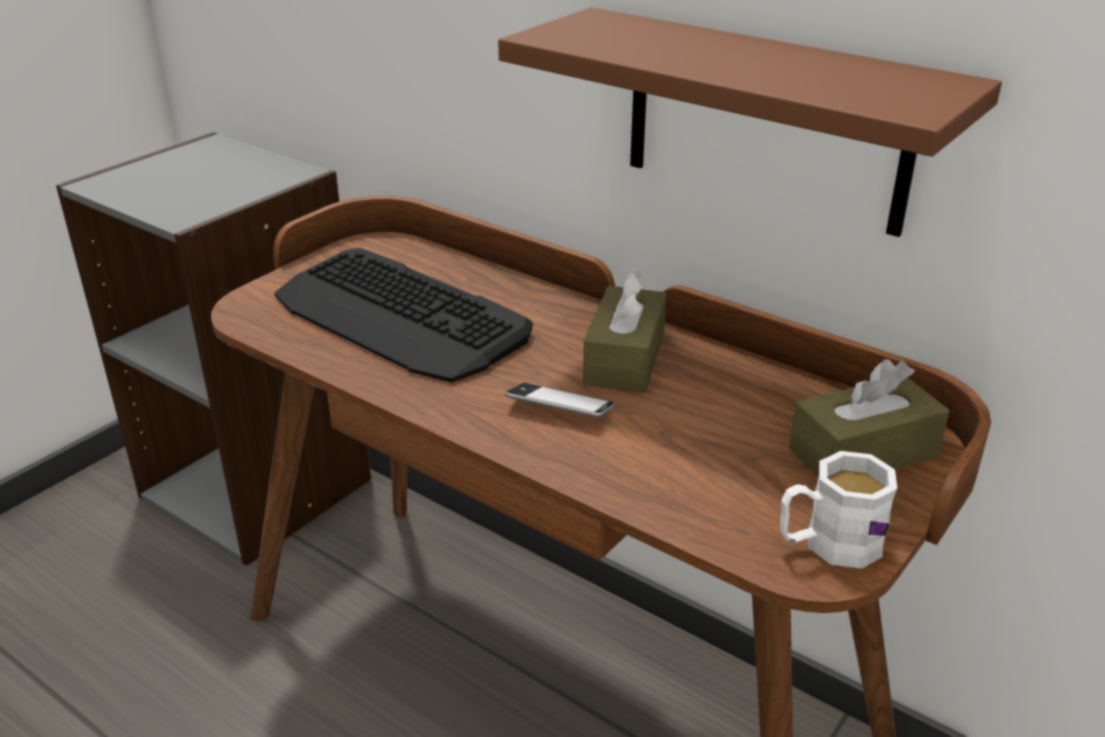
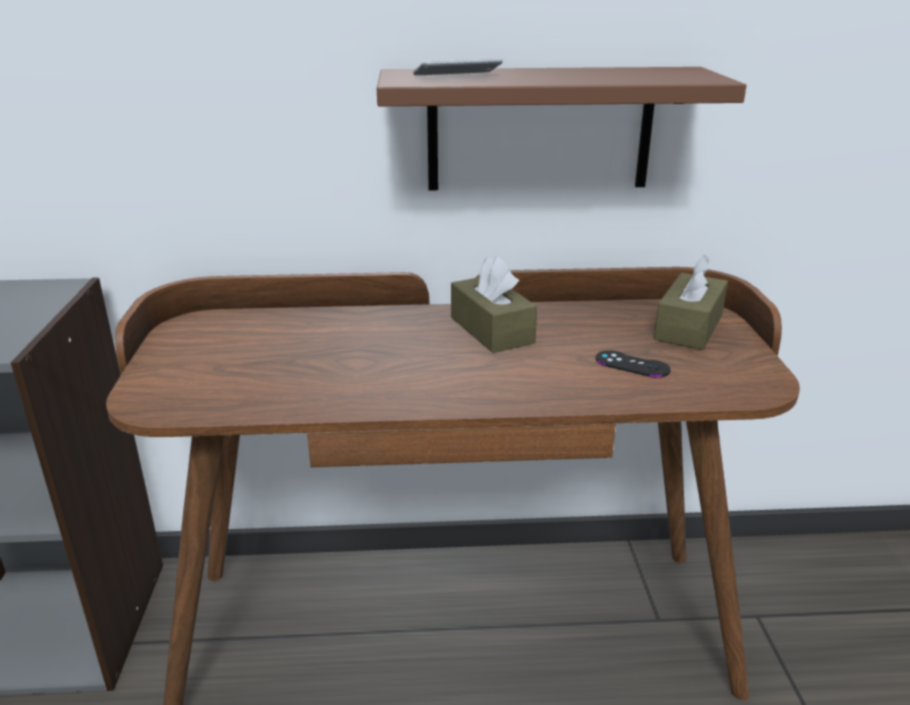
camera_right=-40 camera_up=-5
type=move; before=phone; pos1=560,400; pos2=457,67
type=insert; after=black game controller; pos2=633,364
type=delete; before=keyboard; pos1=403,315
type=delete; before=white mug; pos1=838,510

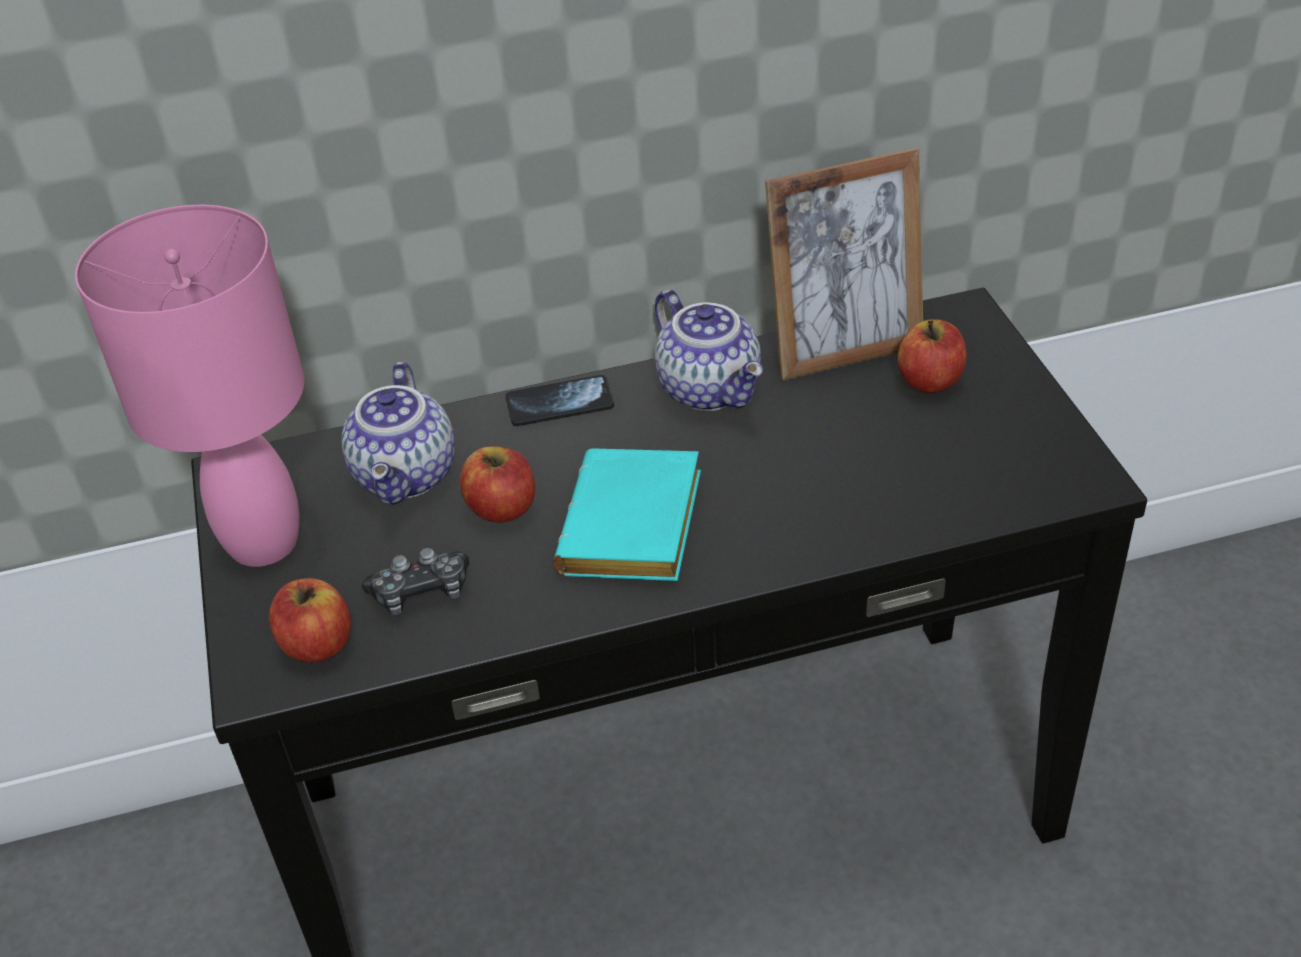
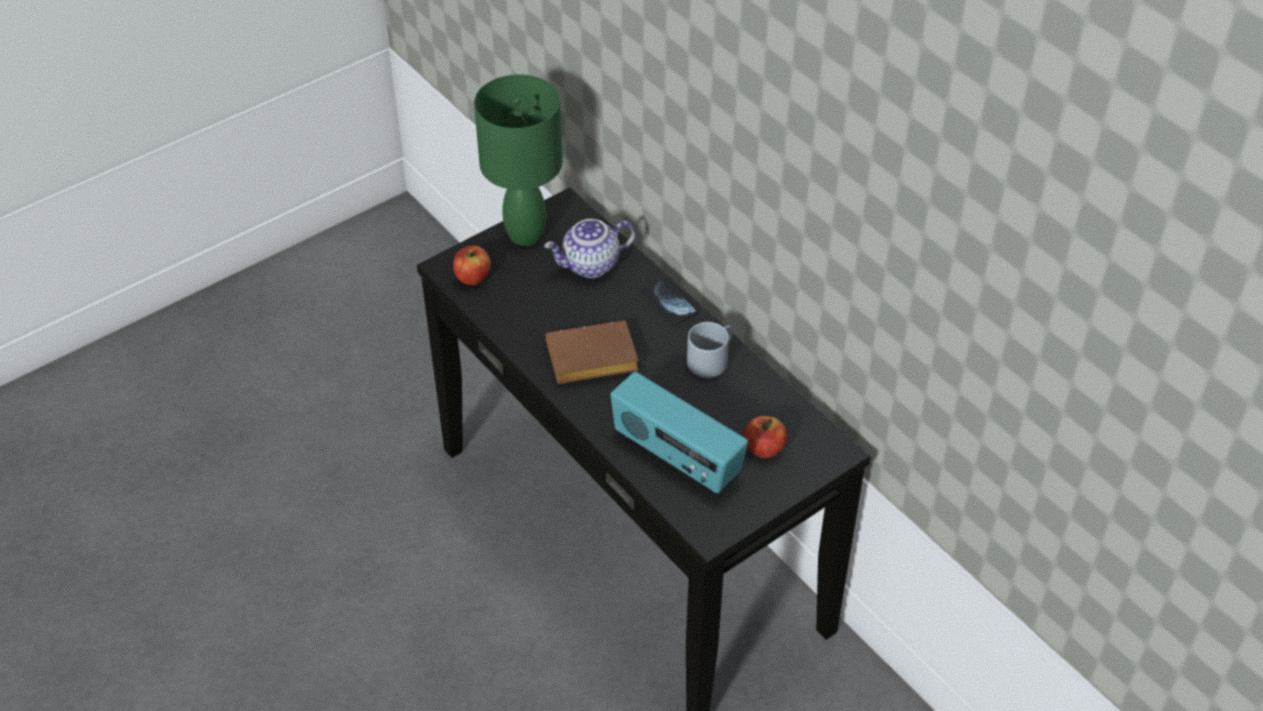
camera_right=65 camera_up=5
type=recolor; before=pink table lamp; after=green table lamp; pos1=189,386; pos2=518,160
type=recolor; before=turquoise book; after=brown book; pos1=627,514; pos2=592,352
type=insert; after=radio; pos2=679,432
type=replace; before=teapot; after=grey mug; pos1=709,350; pos2=710,350
type=delete; before=game controller; pos1=415,581
type=delete; before=apple; pos1=497,484
type=delete; before=picture frame; pos1=844,264

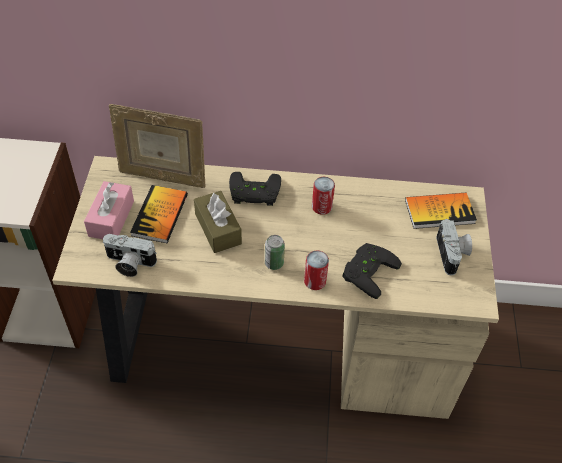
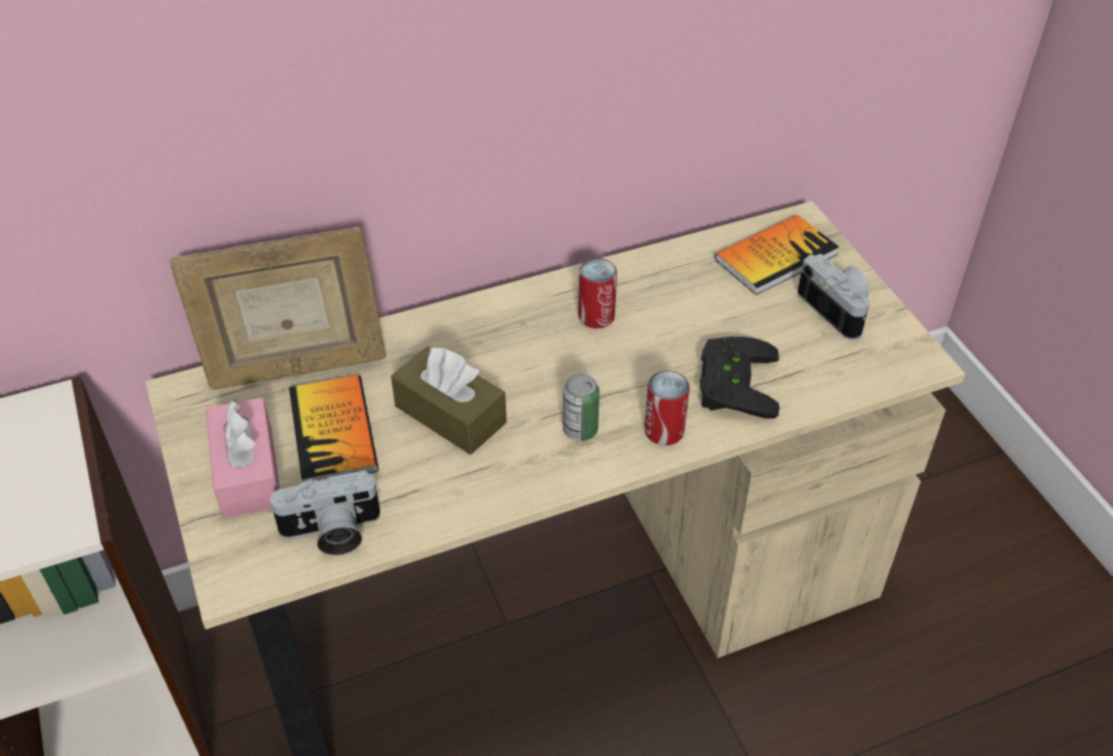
camera_right=-25 camera_up=-5
type=delete; before=black game controller; pos1=255,189

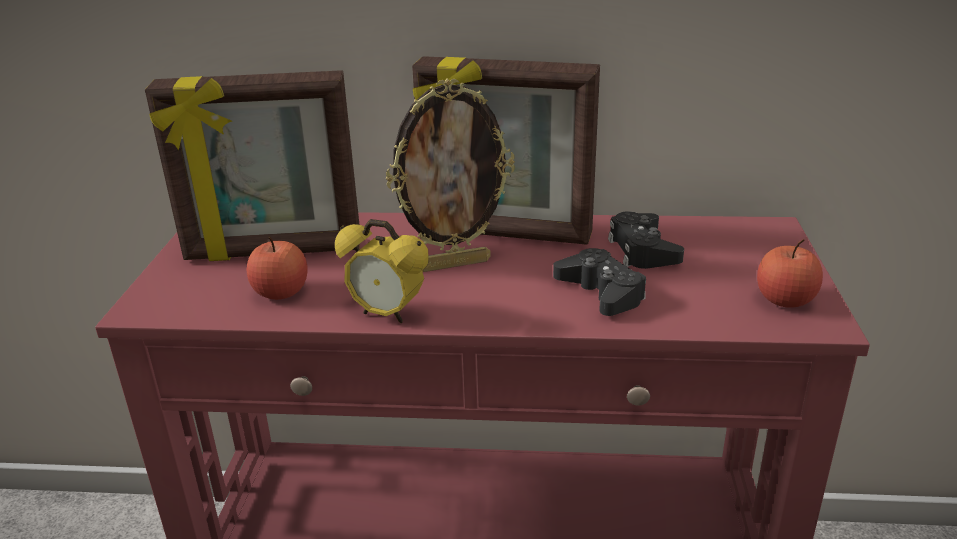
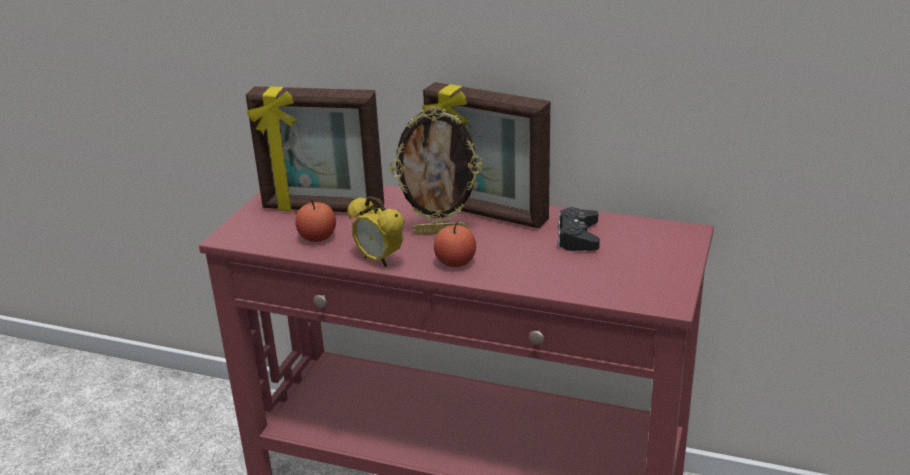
camera_right=15 camera_up=0
type=move; before=apple; pos1=790,273; pos2=455,244
type=delete; before=black game controller; pos1=599,282

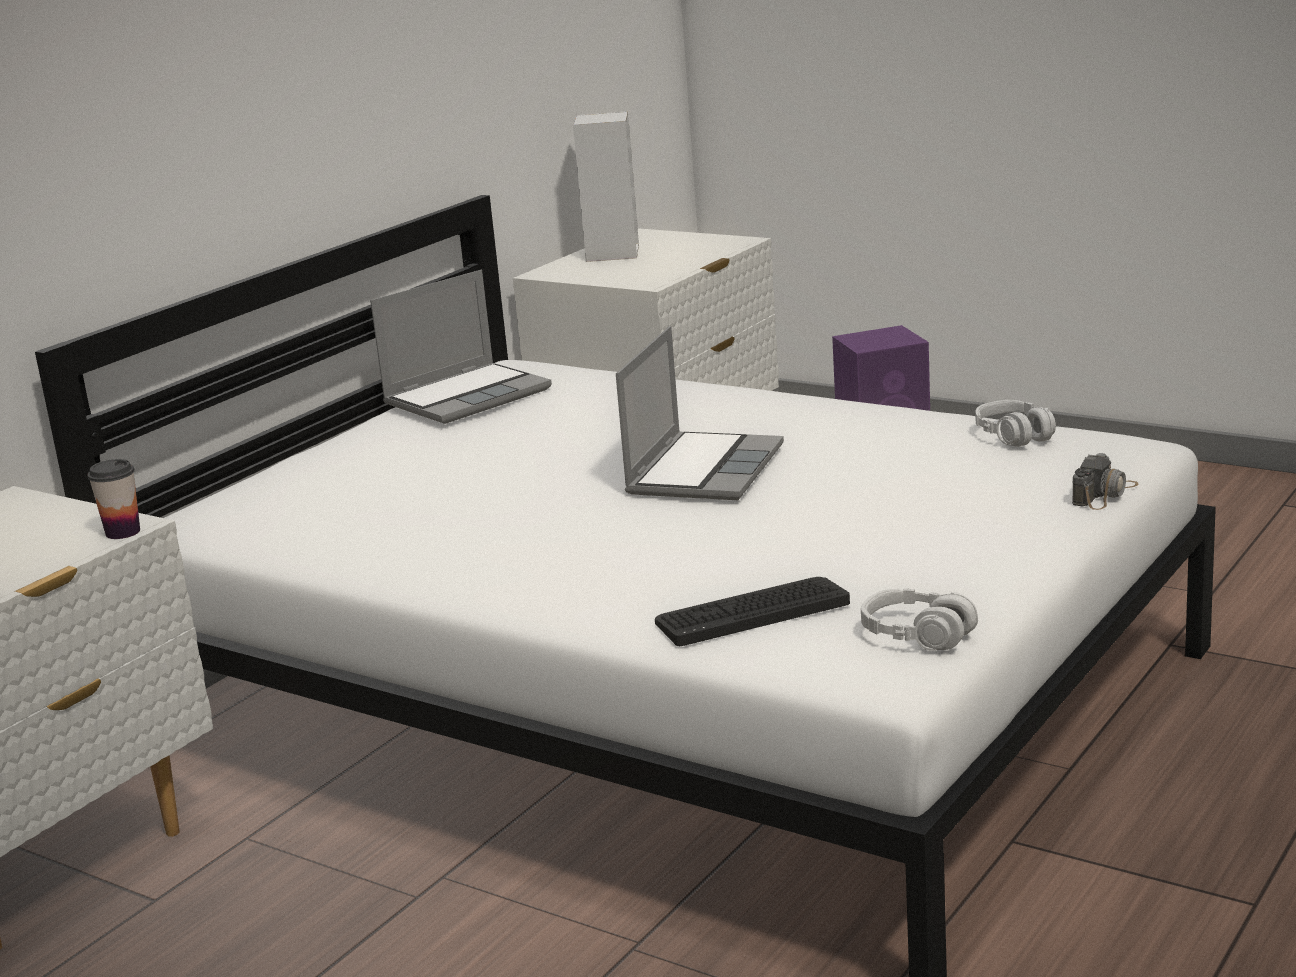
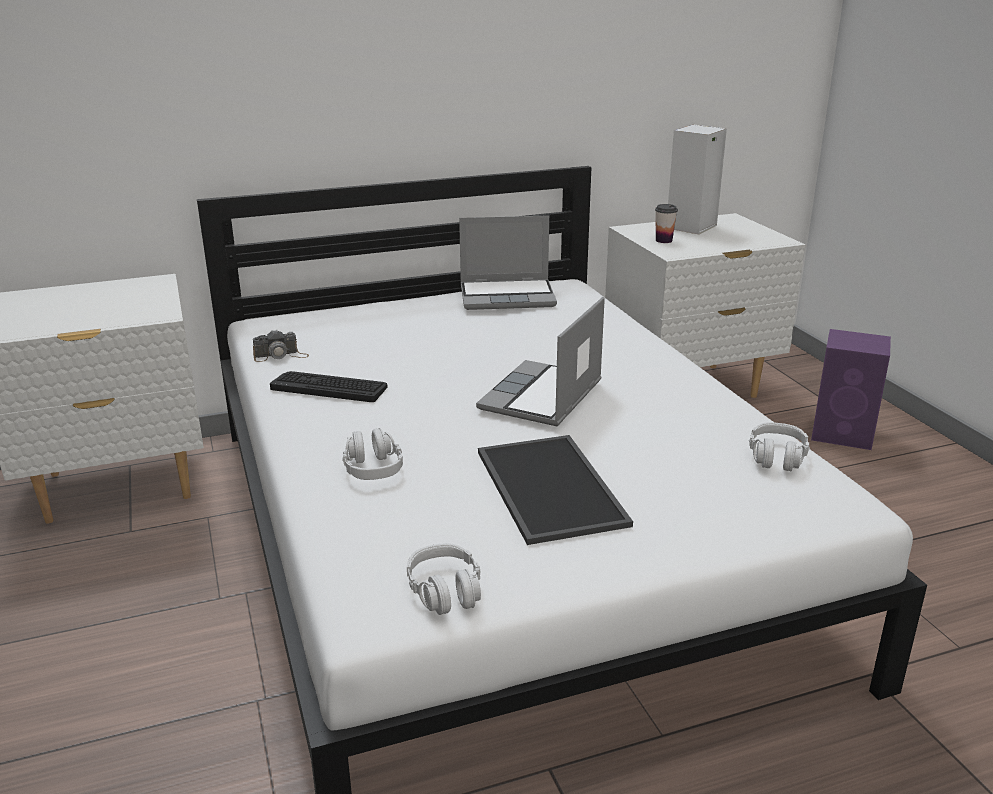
camera_right=35 camera_up=5
type=move; before=photo camera; pos1=1105,481; pos2=281,346
type=move; before=keyboard; pos1=752,611; pos2=329,386
type=insert; after=grey headphones; pos2=372,454
type=rotate; before=laptop; pos1=700,413; pos2=540,361; turn=150
type=insert; after=tray; pos2=555,490
type=move; before=cup; pos1=113,499; pos2=666,223

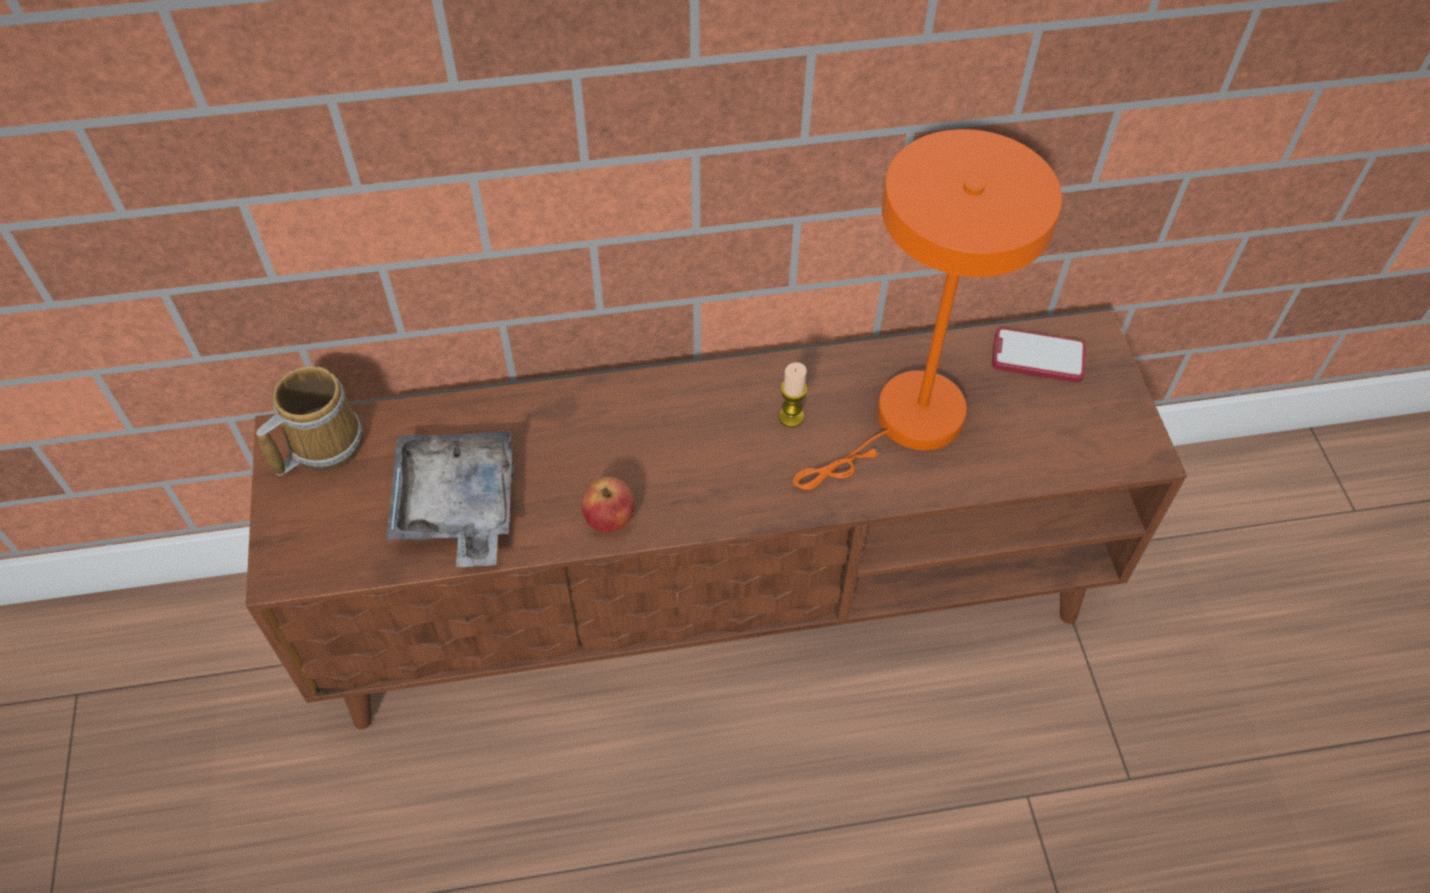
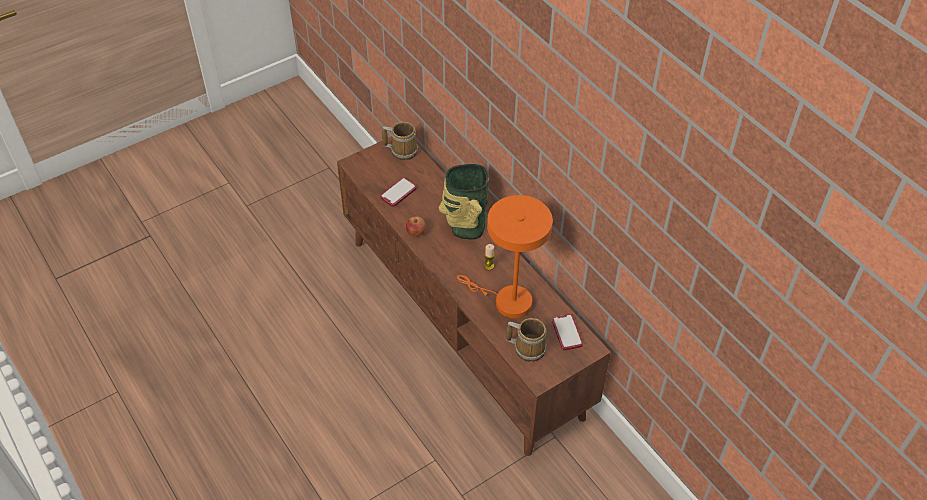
camera_right=65 camera_up=-5
type=replace; before=grey tray; after=phone; pos1=450,497; pos2=398,192
type=insert; after=vase; pos2=464,202
type=insert; after=mug; pos2=526,340

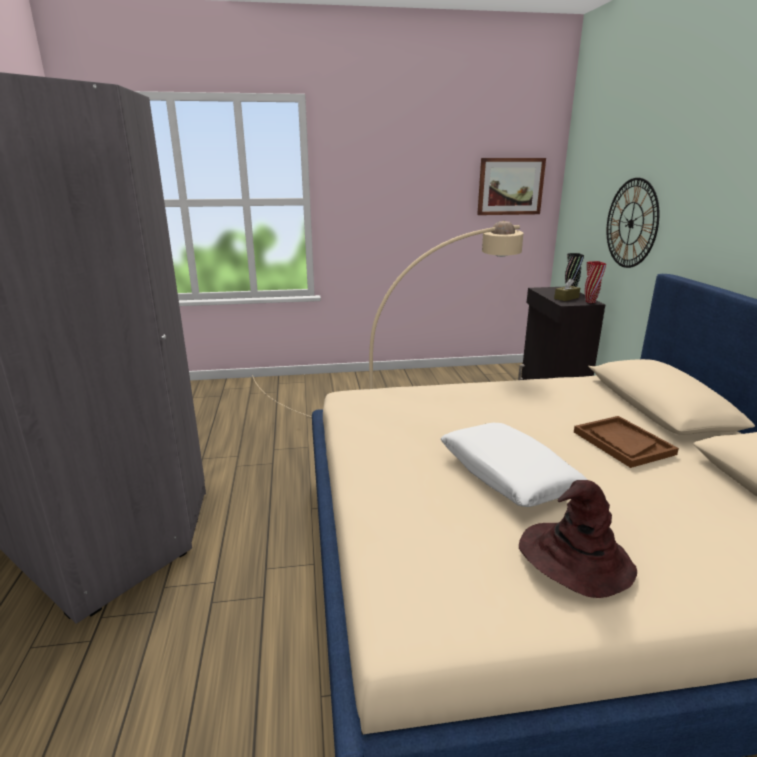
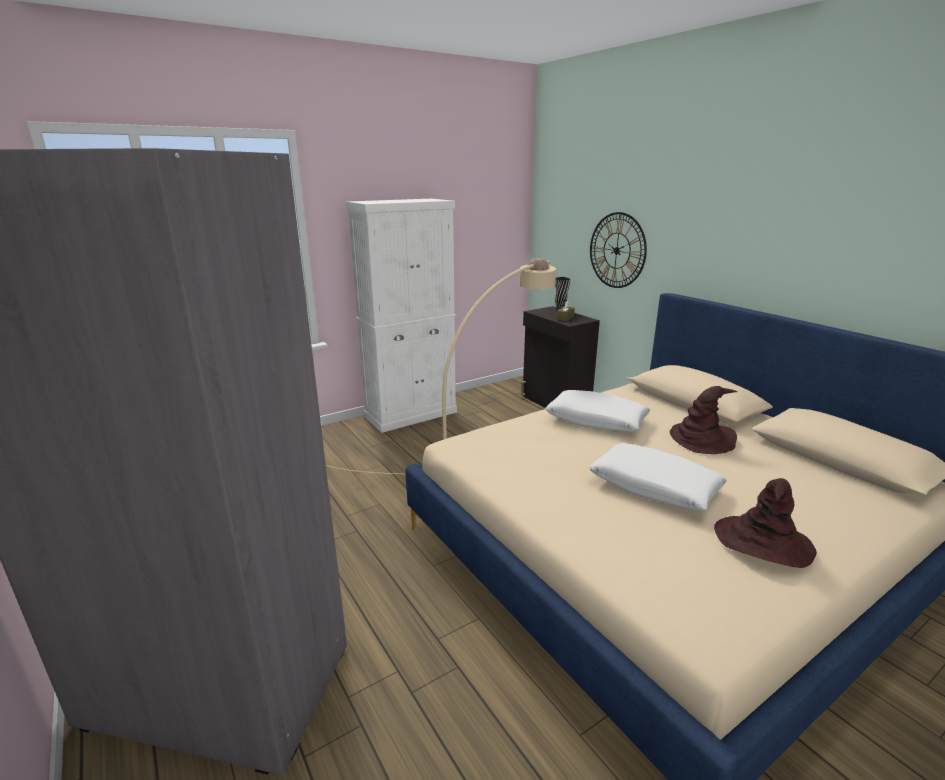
camera_right=-25 camera_up=0
type=insert; after=white cabinet; pos2=401,316
type=insert; after=white pillow; pos2=597,411
type=replace; before=brown tray; after=brown hat; pos1=626,442; pos2=703,420
type=delete; before=picture; pos1=511,186
type=delete; before=red vase; pos1=595,282

